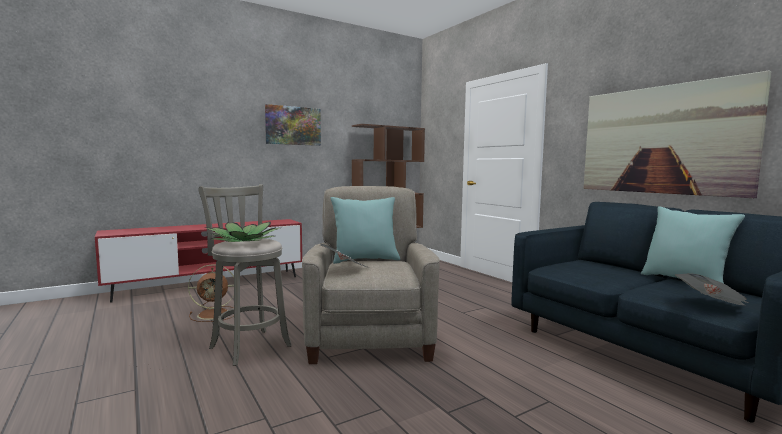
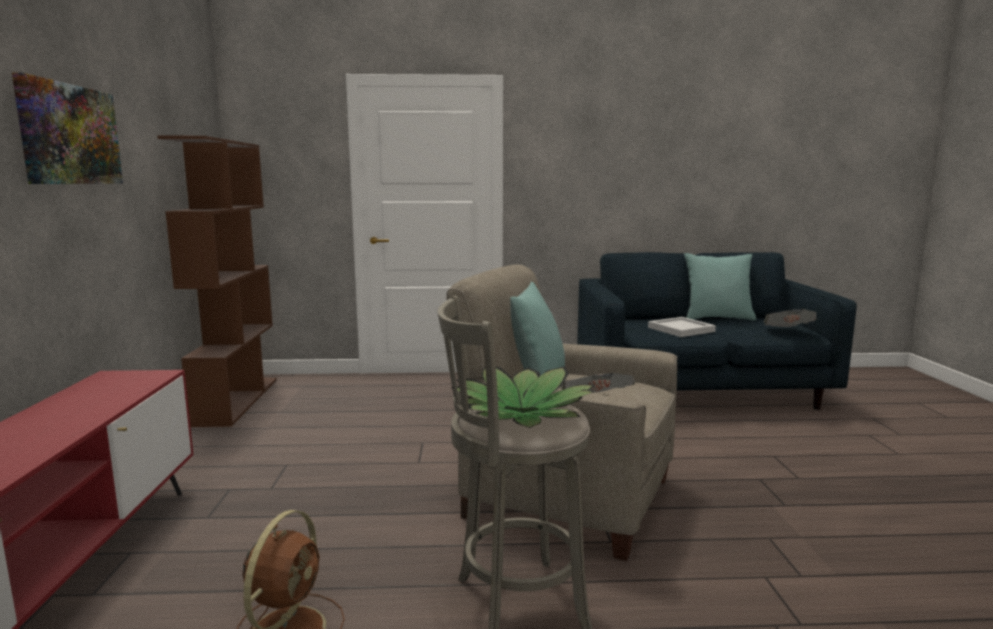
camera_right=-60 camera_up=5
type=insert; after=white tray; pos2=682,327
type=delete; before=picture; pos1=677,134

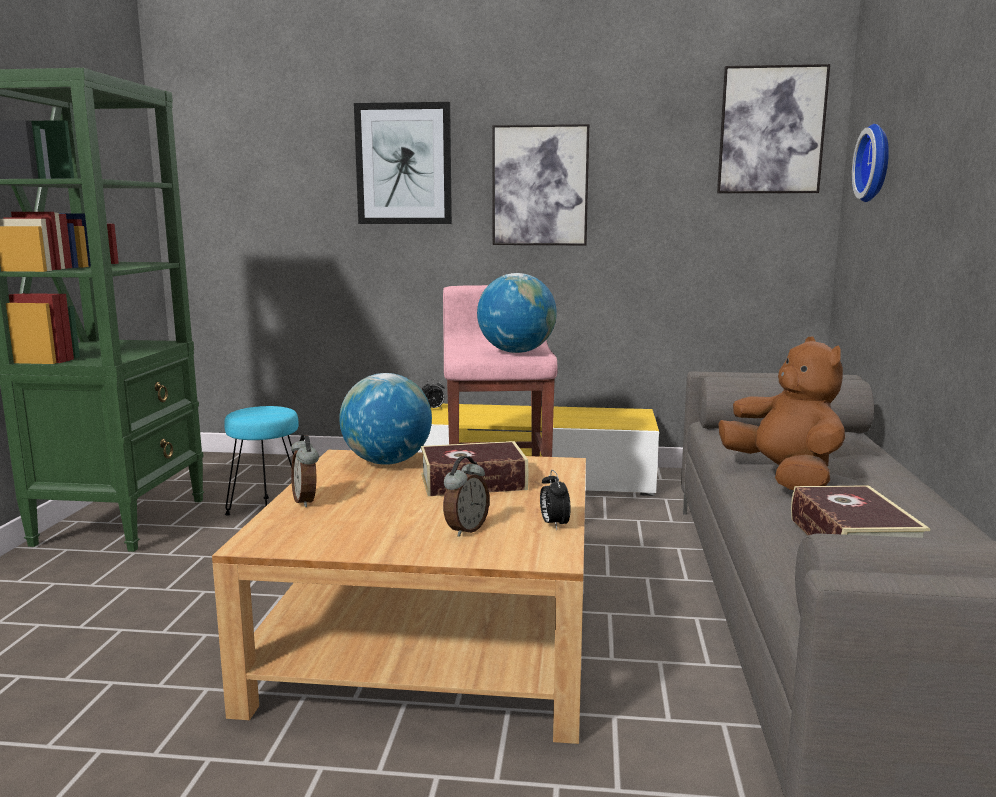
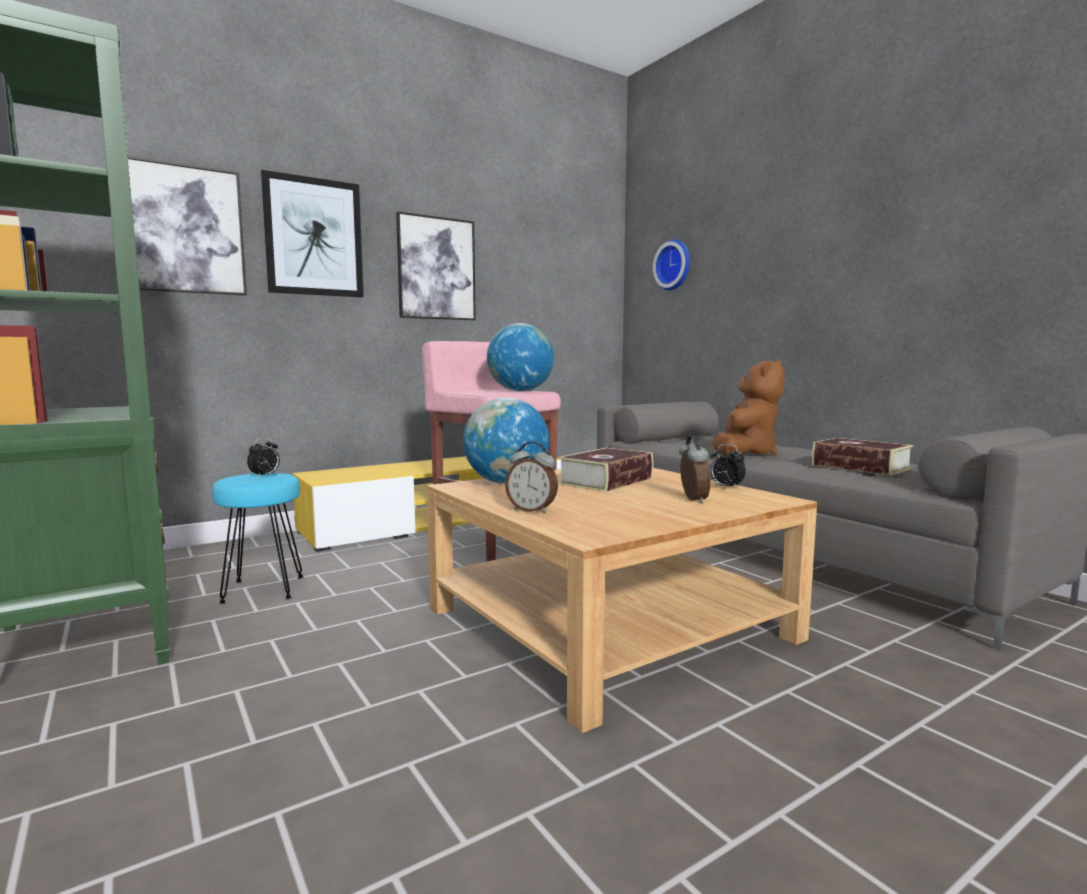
camera_right=-40 camera_up=-5
type=move; before=picture; pos1=773,128; pos2=187,226
type=move; before=alarm clock; pos1=433,393; pos2=263,457
type=rotate; before=brown plush toy; pos1=781,413; pos2=748,407; turn=90

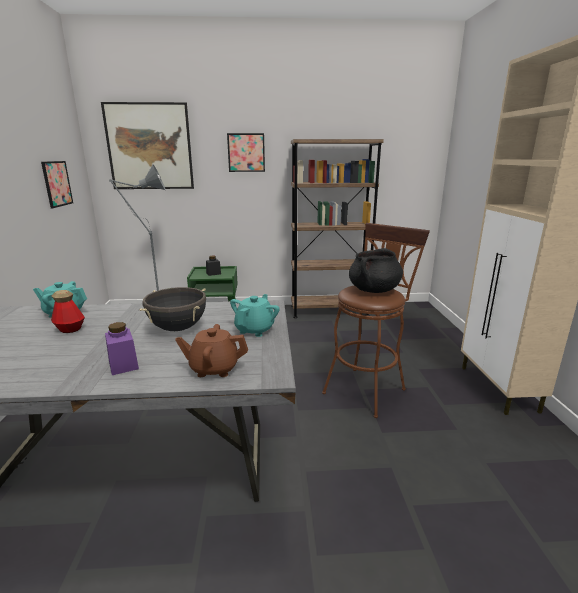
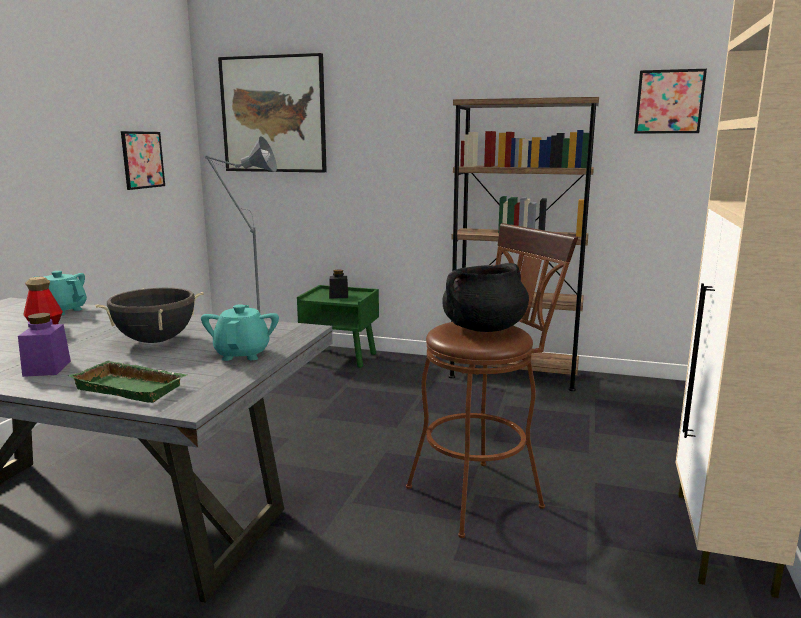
camera_right=20 camera_up=-5
type=replace; before=brown teapot; after=green tray; pos1=211,350; pos2=127,382
type=rotate; before=turquoise teapot; pos1=255,315; pos2=240,332; turn=-45
type=move; before=picture; pos1=246,152; pos2=670,101

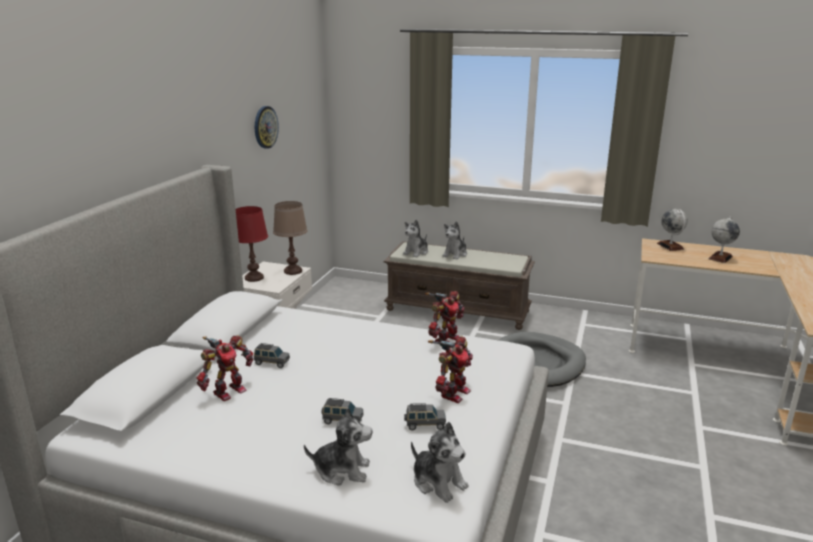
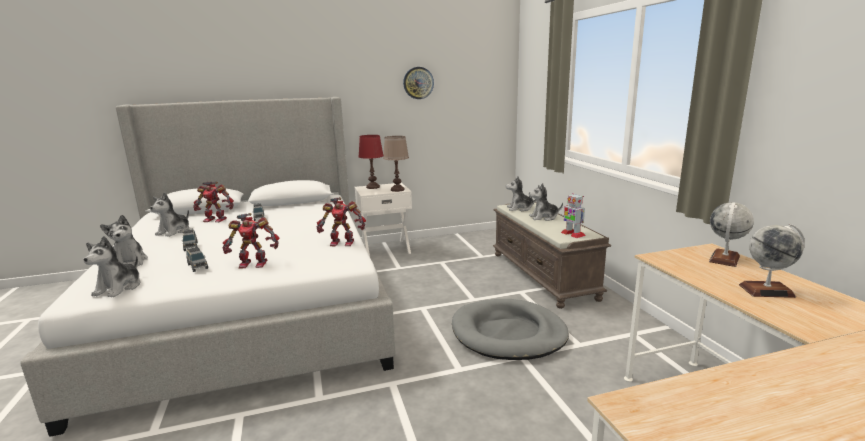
camera_right=55 camera_up=-5
type=insert; after=plush toy; pos2=169,214
type=insert; after=toy robot; pos2=573,215

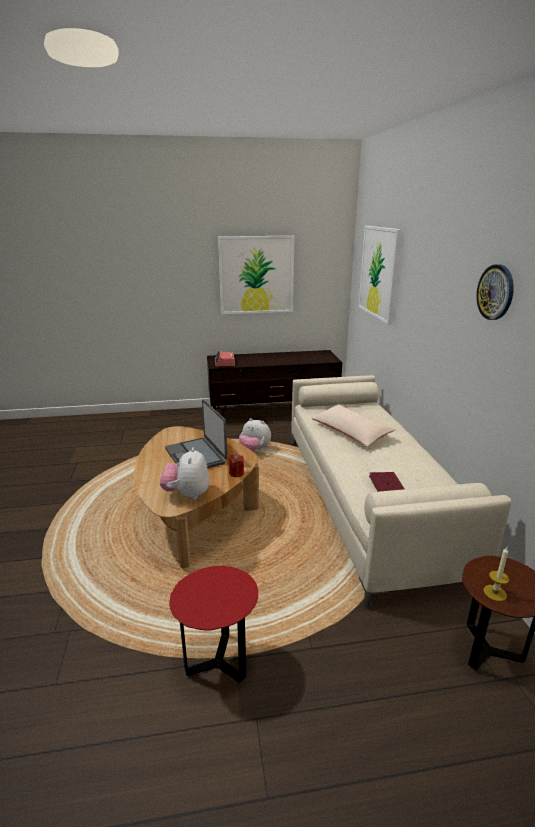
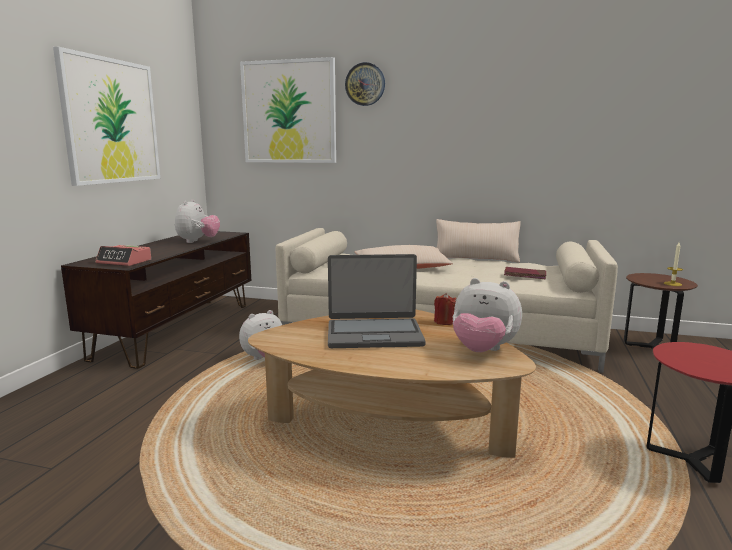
camera_right=-65 camera_up=-10
type=insert; after=plush toy; pos2=197,221
type=move; before=wall clock; pos1=495,292; pos2=365,84
type=insert; after=beige pillow; pos2=478,241

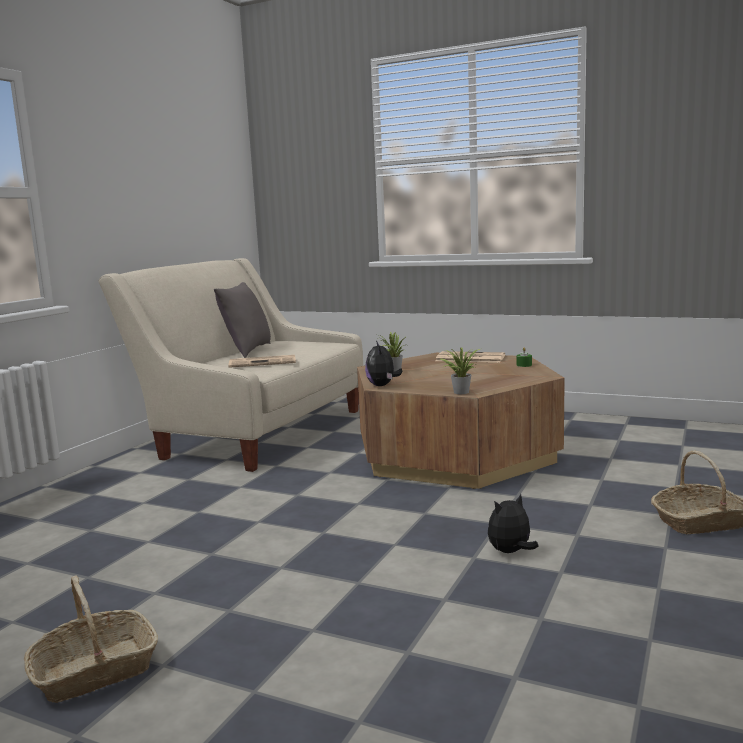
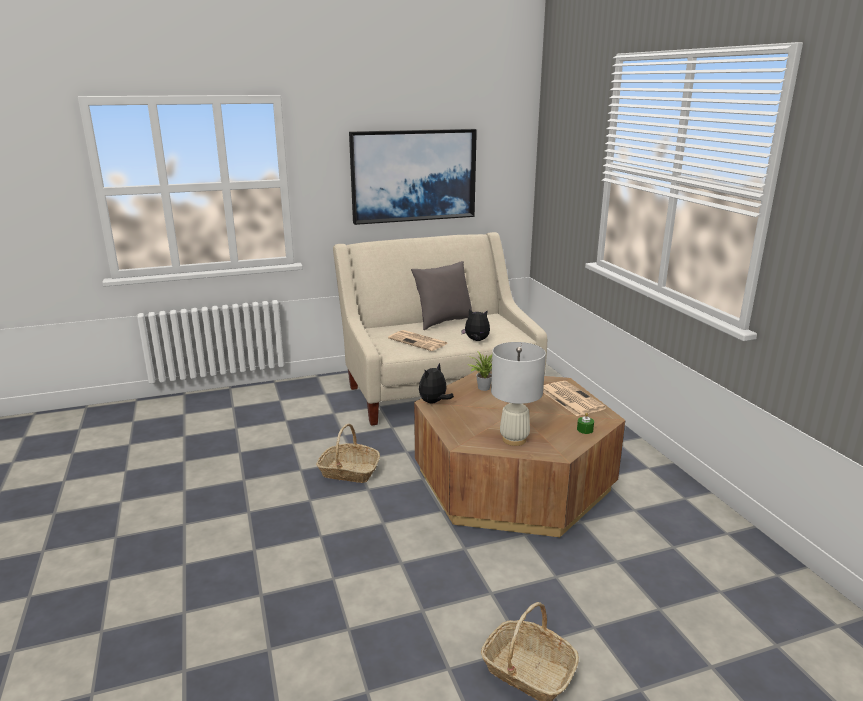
camera_right=45 camera_up=10
type=move; before=basket; pos1=91,639; pos2=348,453
type=insert; after=picture; pos2=413,177
type=move; before=plush toy; pos1=513,523; pos2=475,325
type=insert; after=white table lamp; pos2=518,394
type=delete; before=potted plant; pos1=459,370

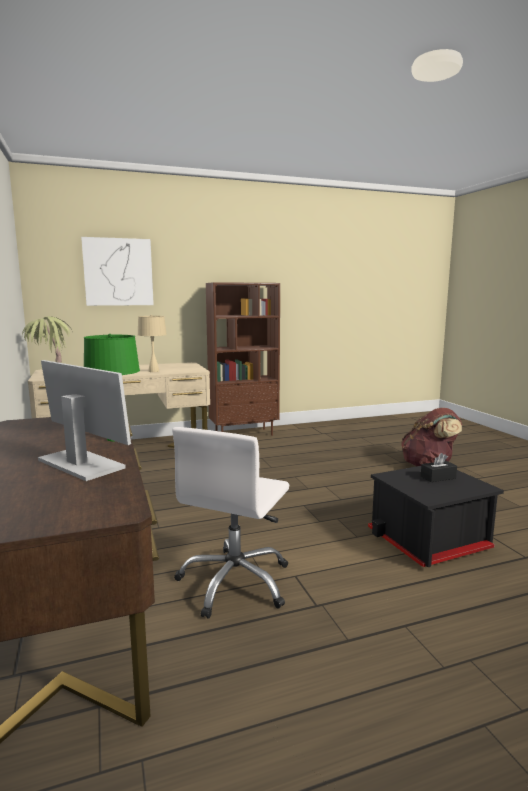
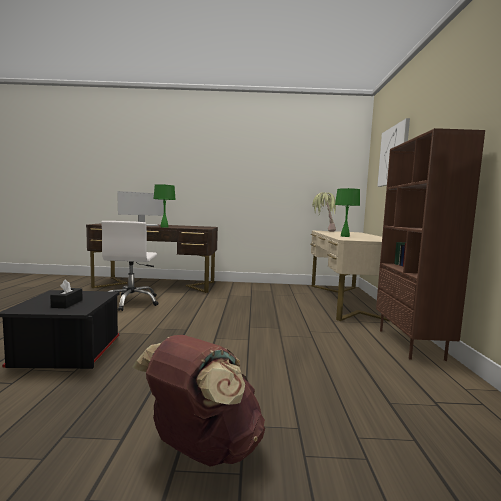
camera_right=110 camera_up=-5
type=rotate; before=white office chair; pos1=230,523; pos2=130,266; turn=-135
type=recolor; before=beige table lamp; after=green table lamp; pos1=152,343; pos2=347,212

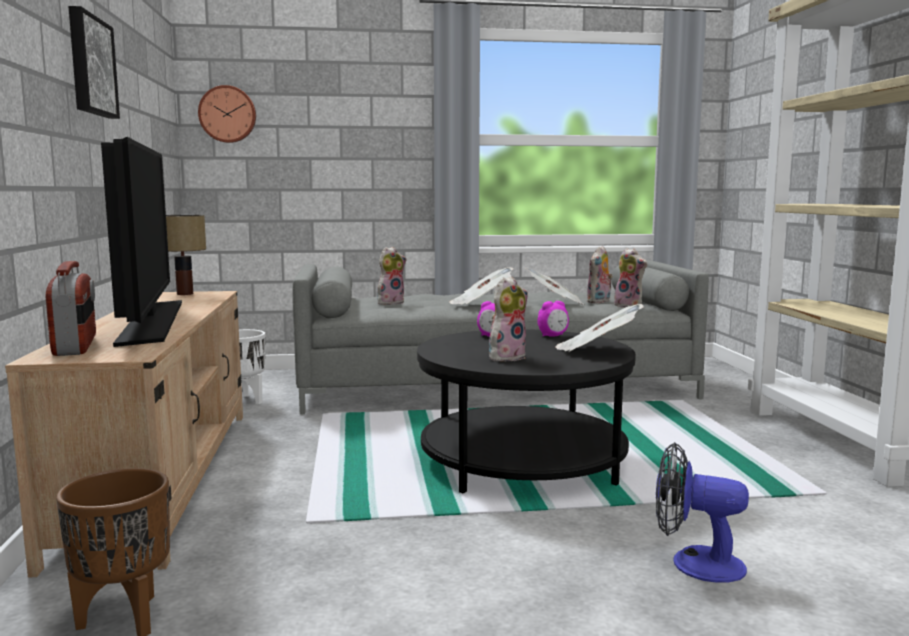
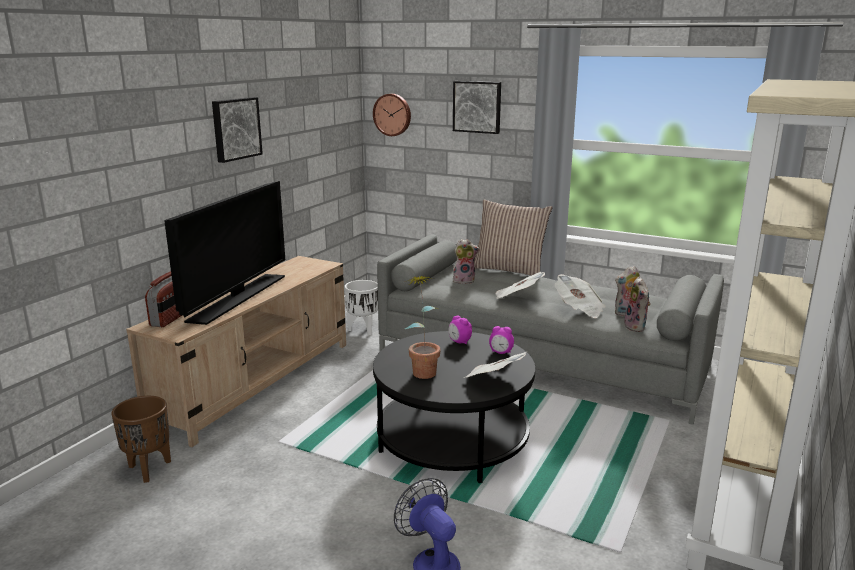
camera_right=35 camera_up=10
type=replace; before=plush toy; after=potted plant; pos1=508,319; pos2=423,327
type=insert; after=picture; pos2=477,107
type=insert; after=pillow; pos2=514,238
type=delete; before=table lamp; pos1=186,255

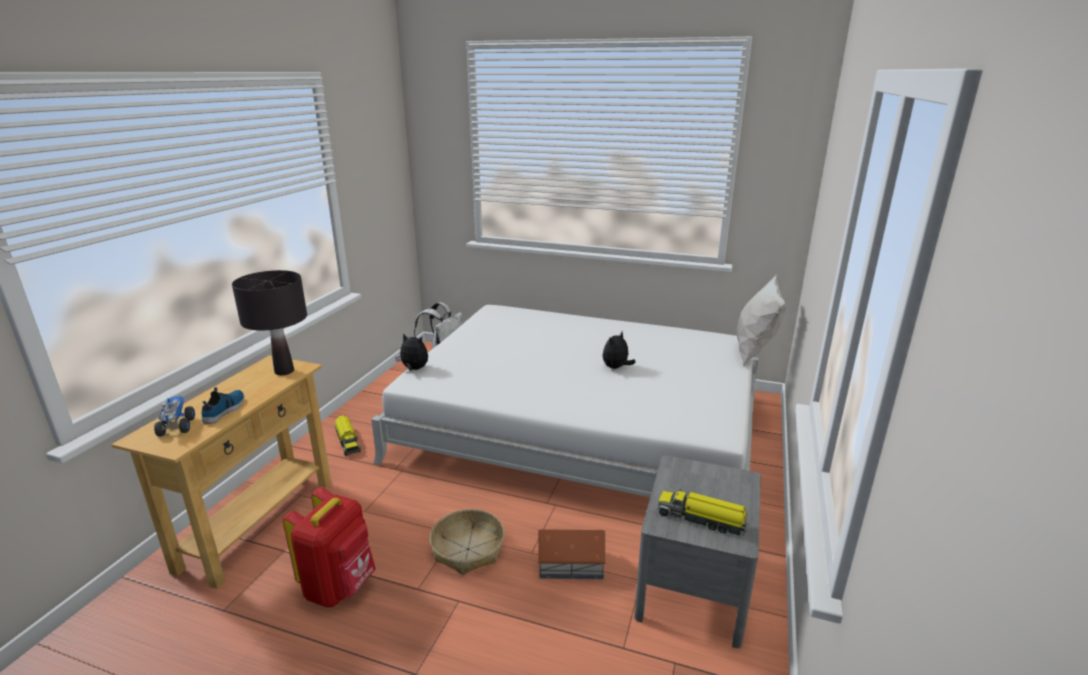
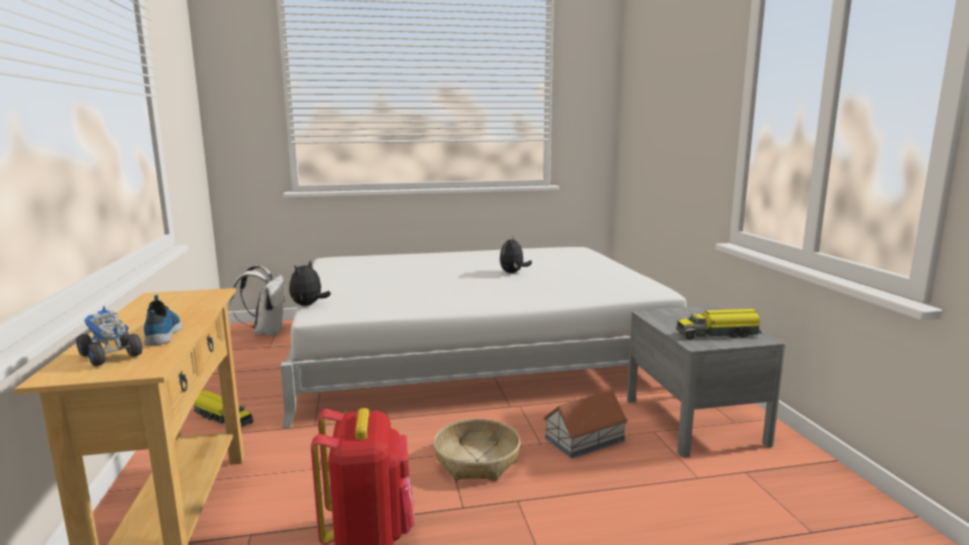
camera_right=-30 camera_up=-10
type=rotate; before=plush toy; pos1=411,352; pos2=310,283; turn=-60
type=delete; before=black table lamp; pos1=269,322
type=delete; before=white pillow; pos1=761,320

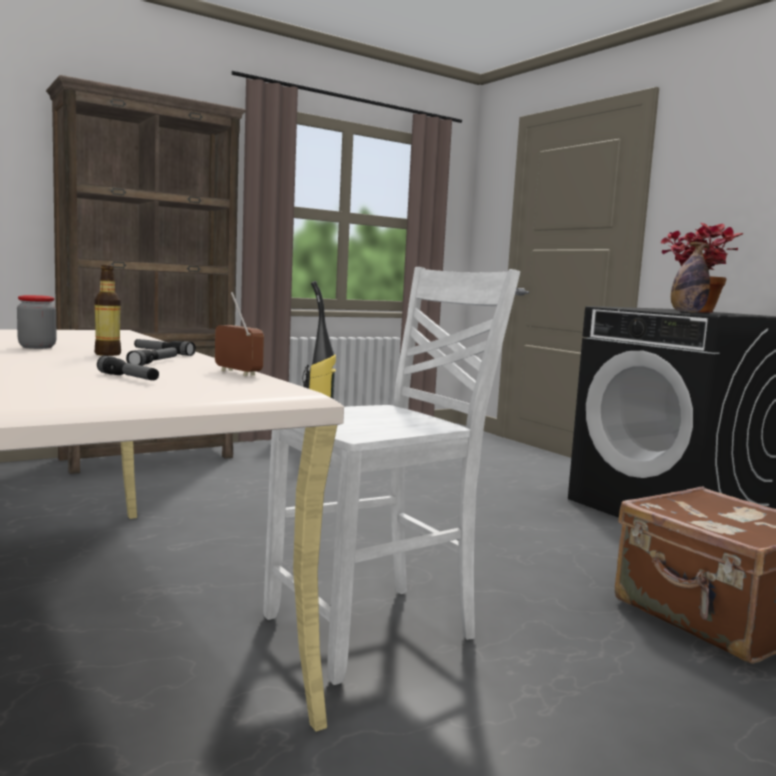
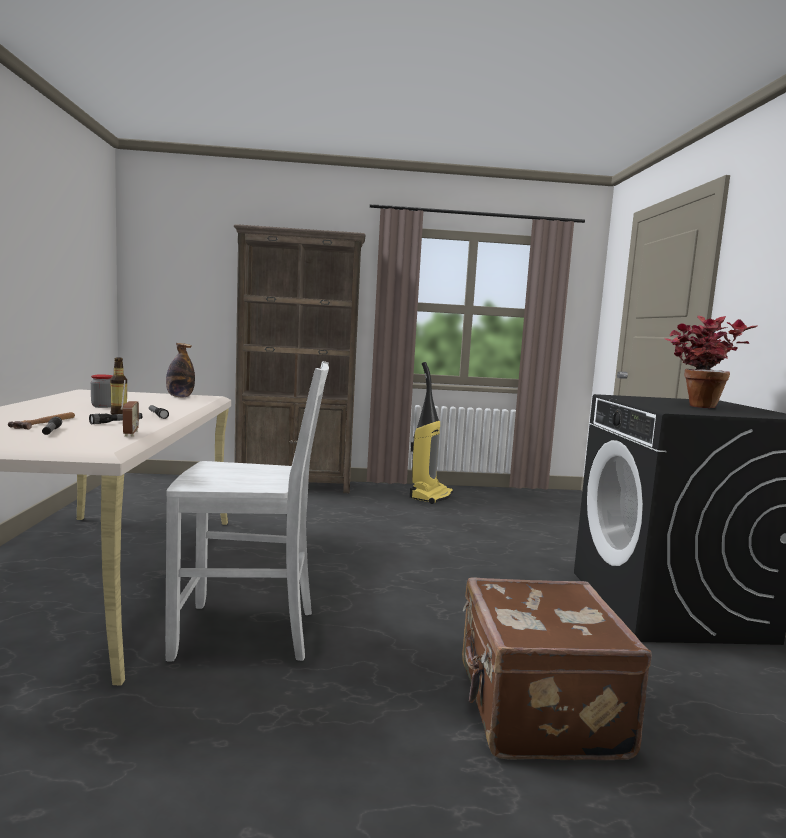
camera_right=30 camera_up=0
type=insert; after=hammer; pos2=41,420
type=move; before=bottle; pos1=690,277; pos2=180,370

